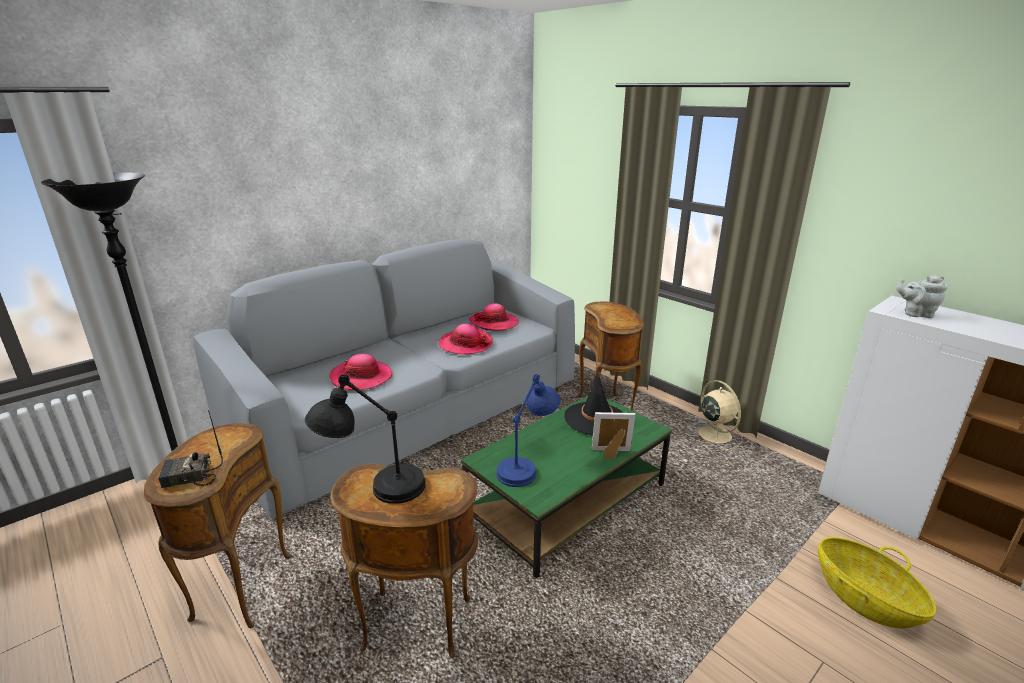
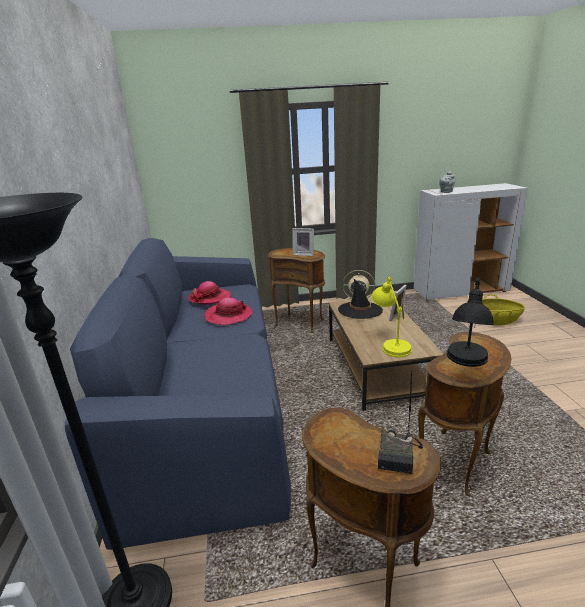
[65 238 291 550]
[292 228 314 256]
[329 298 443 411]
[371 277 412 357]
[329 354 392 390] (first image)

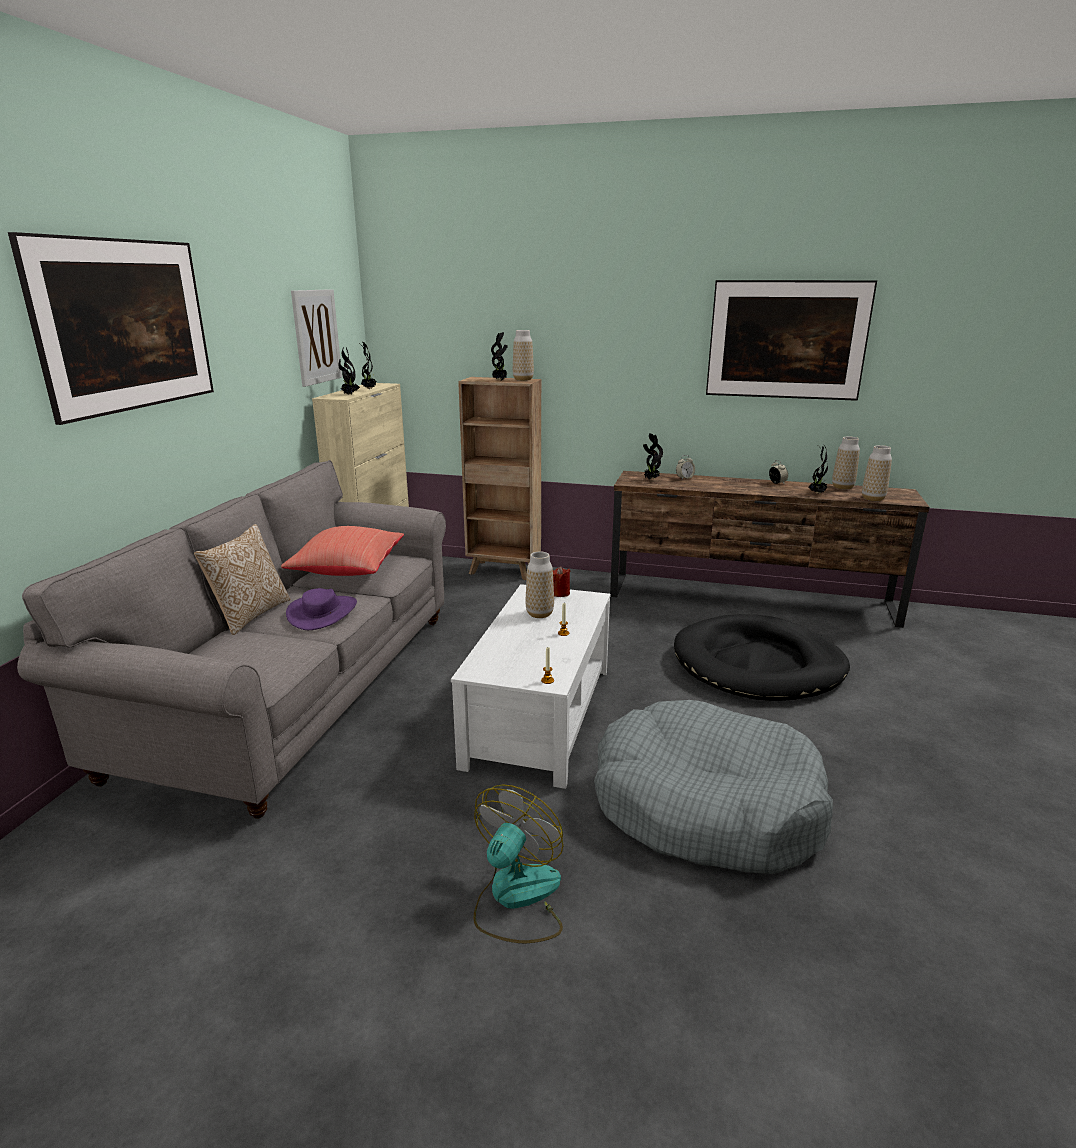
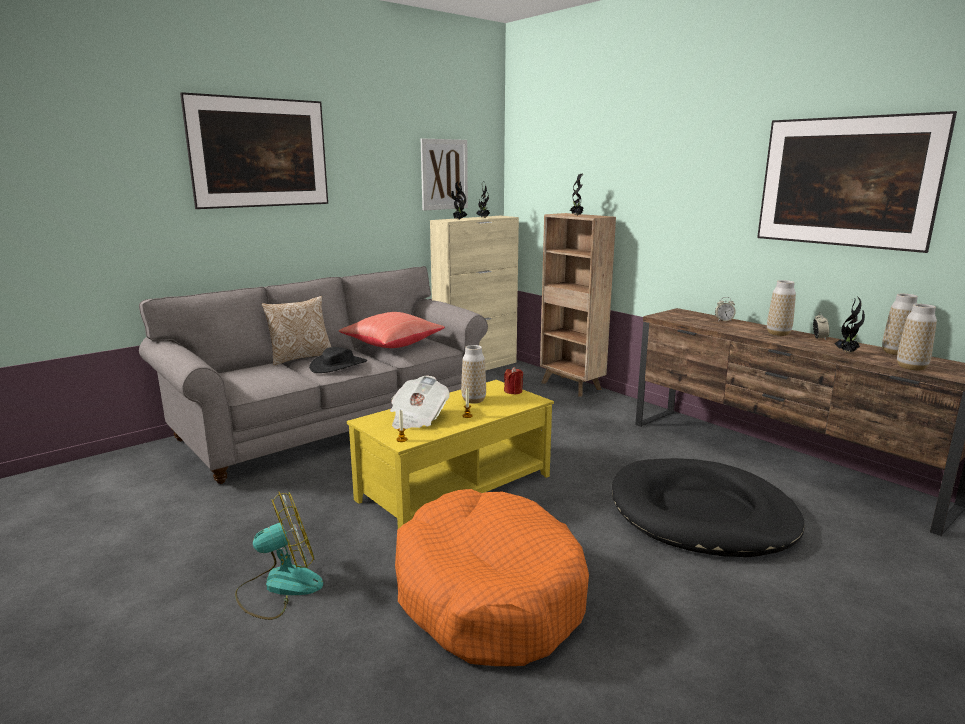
[309 347 367 373]
[347 380 554 529]
[390 376 450 429]
[395 489 589 666]
[767 280 796 336]
[643 433 663 480] (first image)

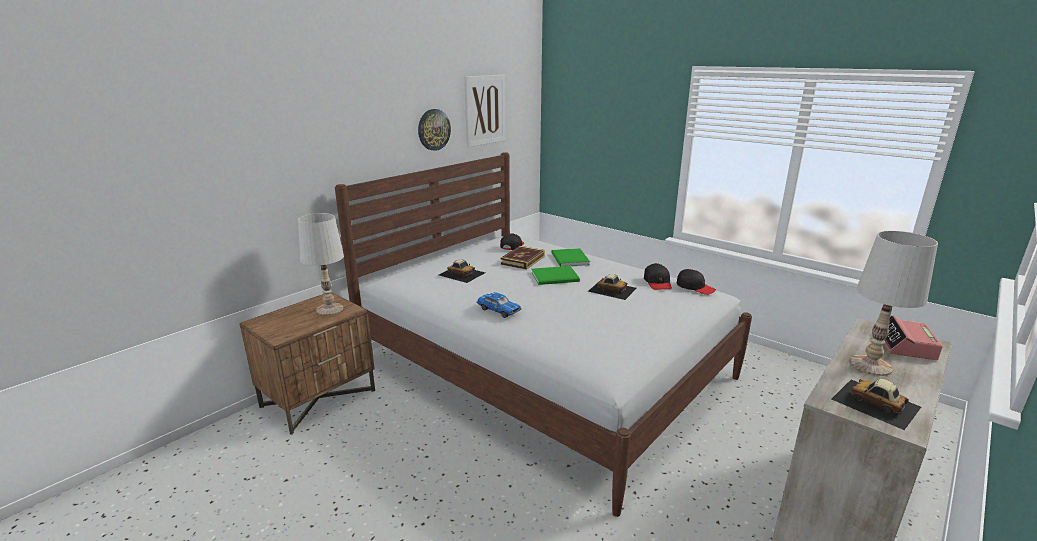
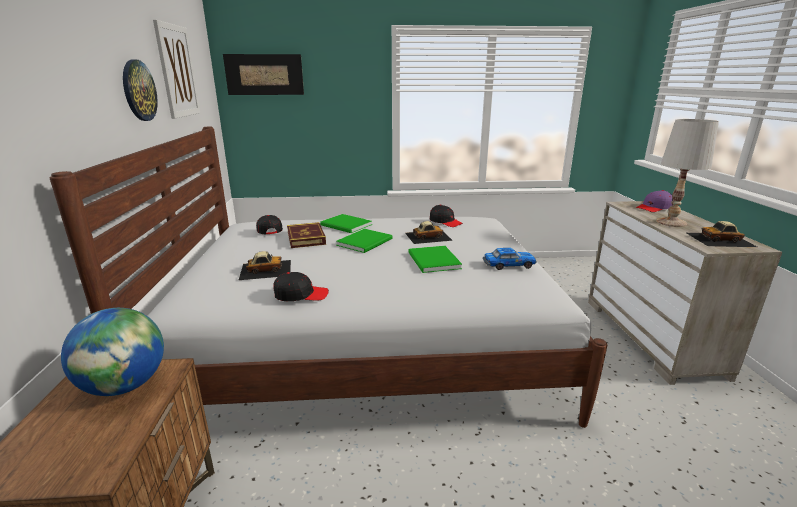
[61 308 164 396]
[223 54 304 95]
[273 272 329 301]
[408 246 462 273]
[483 248 537 270]
[636 190 673 212]

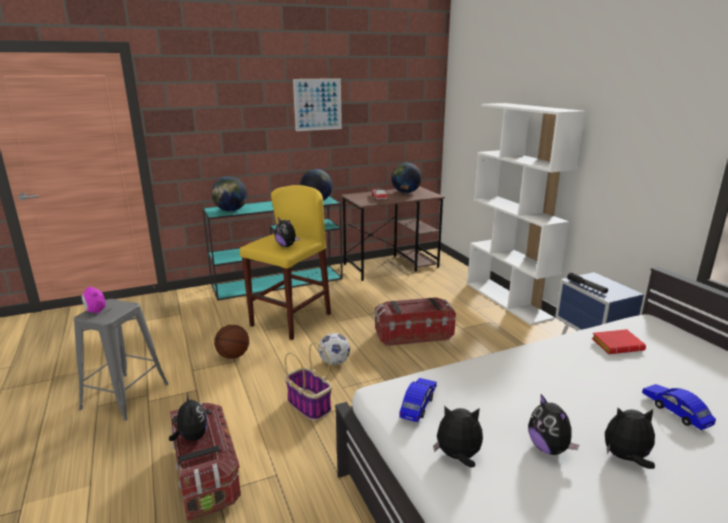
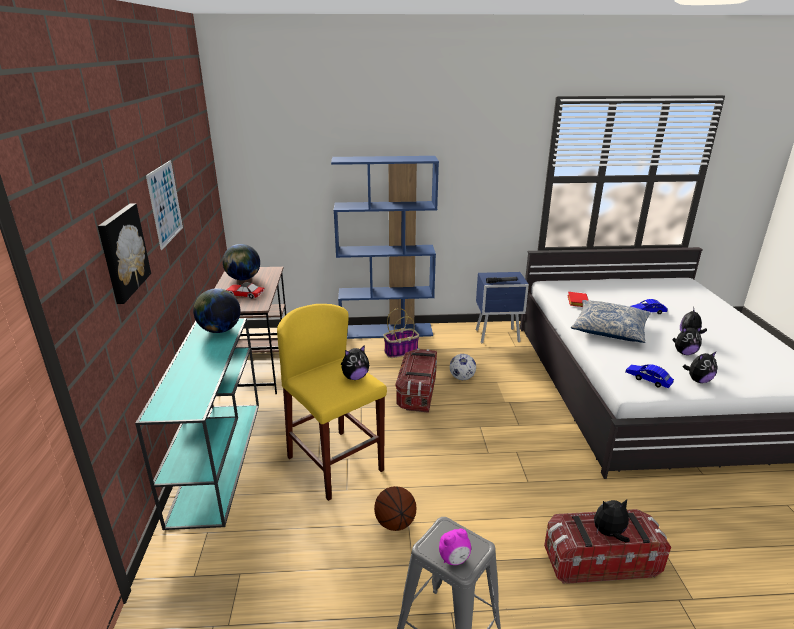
[98 204 151 304]
[331 156 439 339]
[383 308 419 358]
[450 354 476 380]
[571 300 651 343]
[683 351 717 383]
[212 177 248 211] (first image)

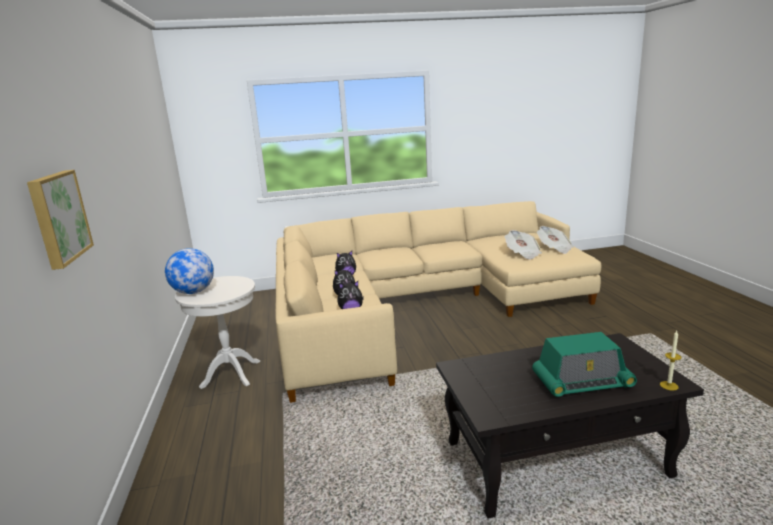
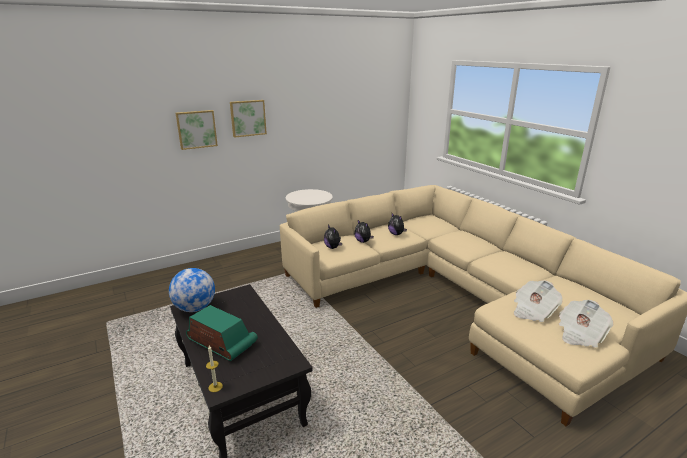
[169 268 215 312]
[186 305 258 361]
[230 100 267 138]

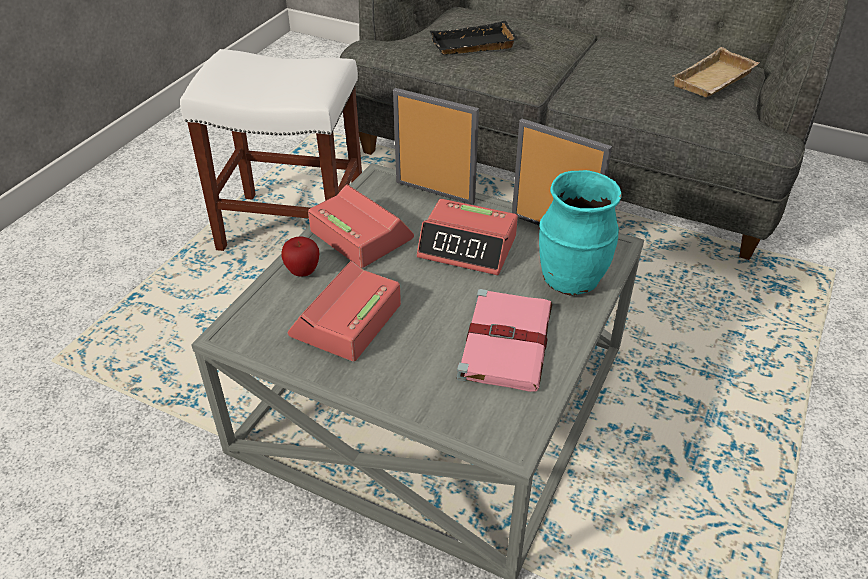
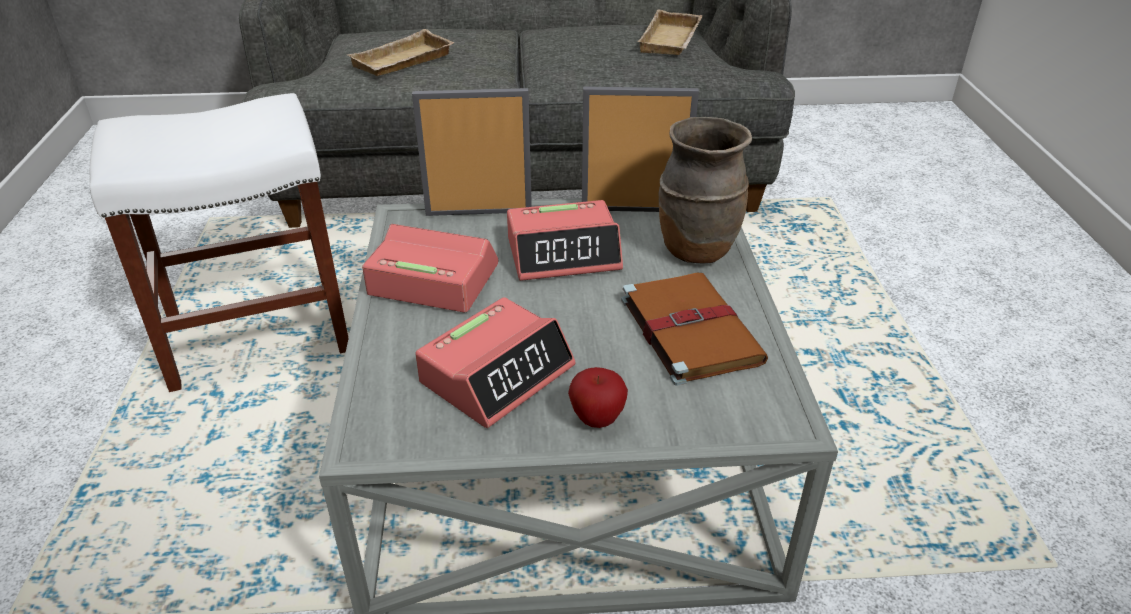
[348 29 455 76]
[415 297 576 428]
[568 367 628 428]
[621 273 768 386]
[659 117 752 264]

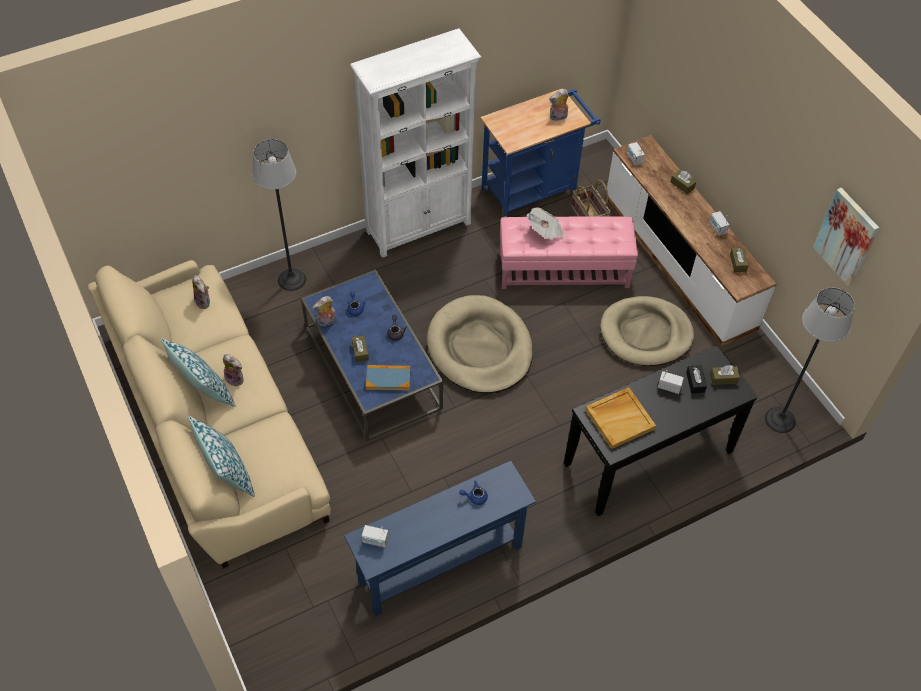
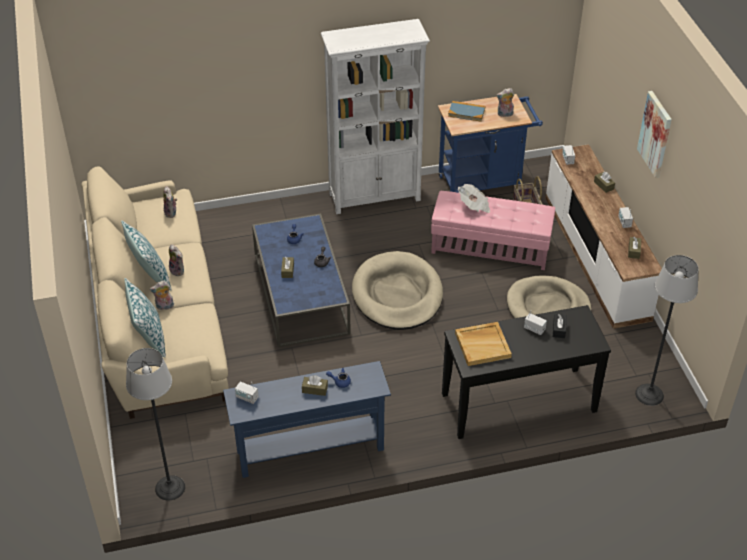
[126 348 185 501]
[150 281 174 310]
[302 375 328 396]
[448 101 485 122]
[637 91 672 178]

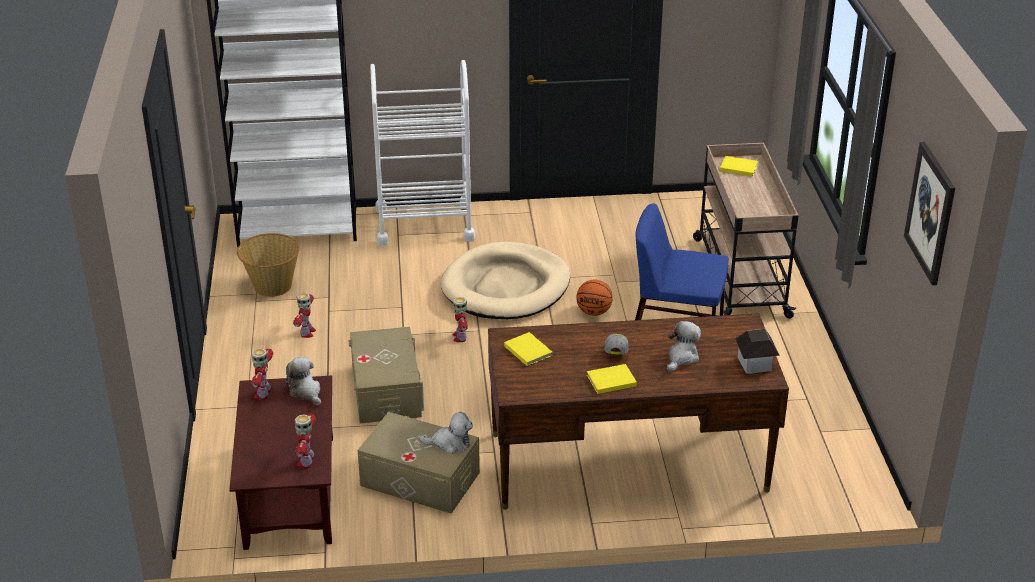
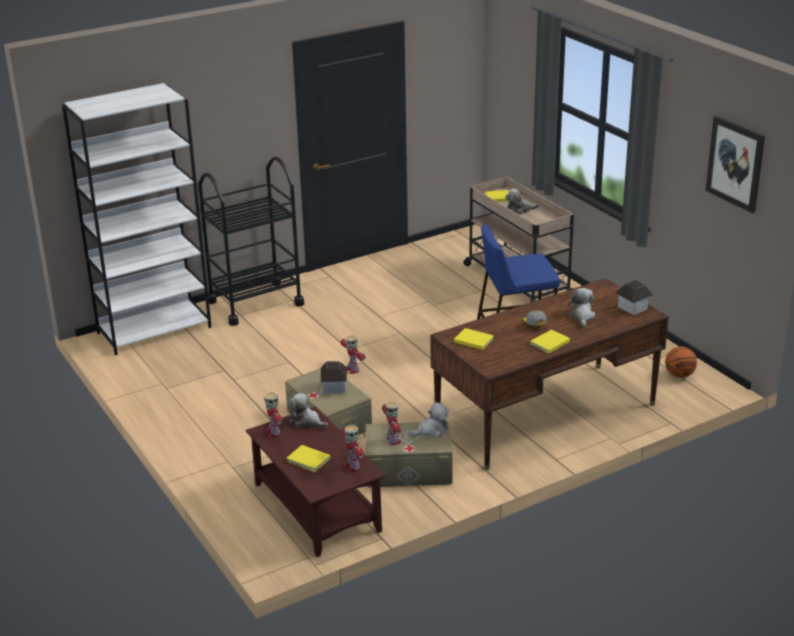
[198 157 304 326]
[287 445 330 472]
[321 361 347 394]
[382 402 401 445]
[505 189 539 214]
[665 347 697 378]
[237 233 300 297] (first image)
[441 242 570 319] (first image)

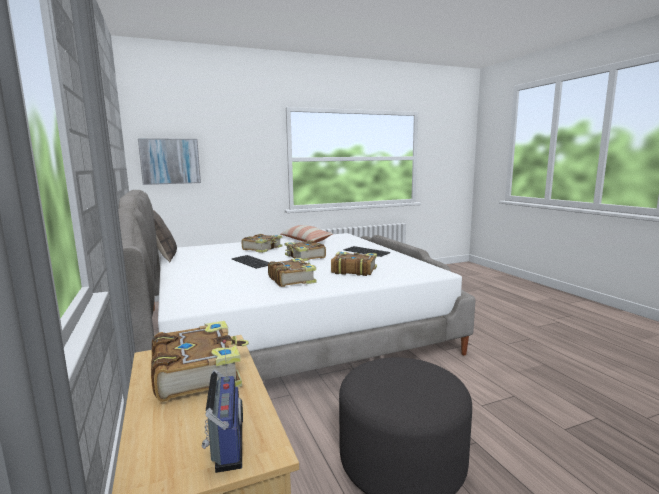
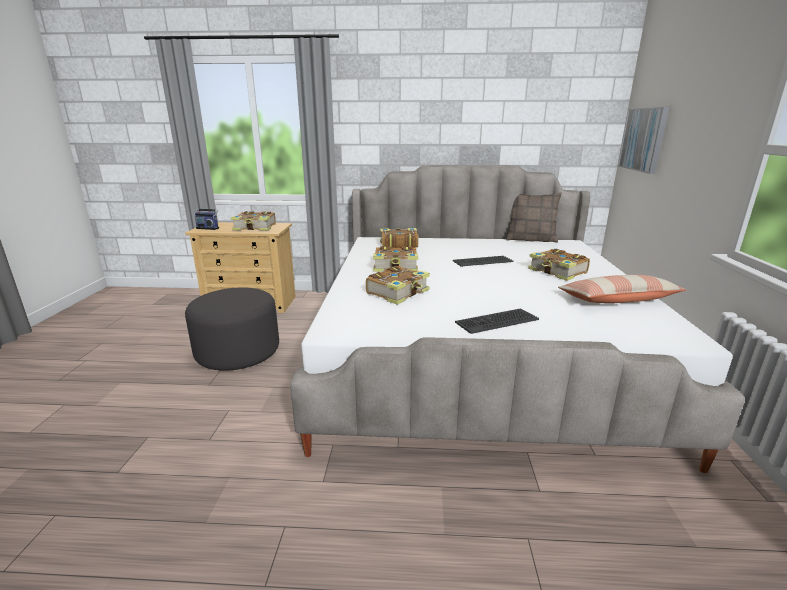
[380 228 418 248]

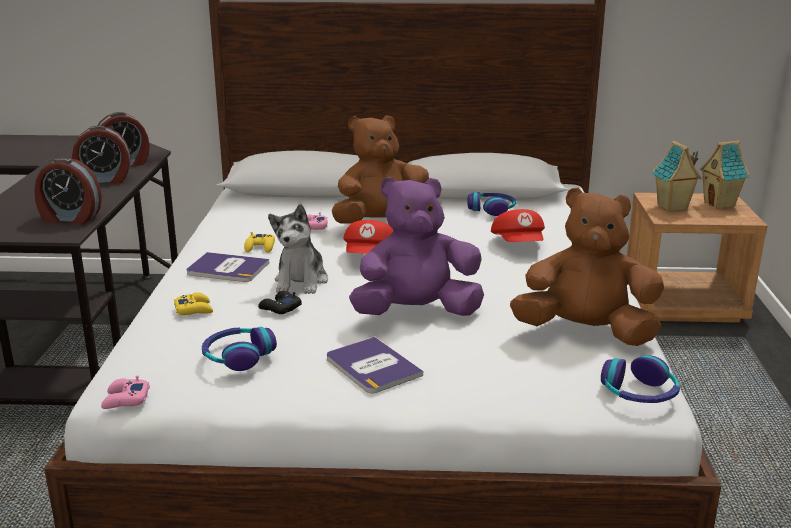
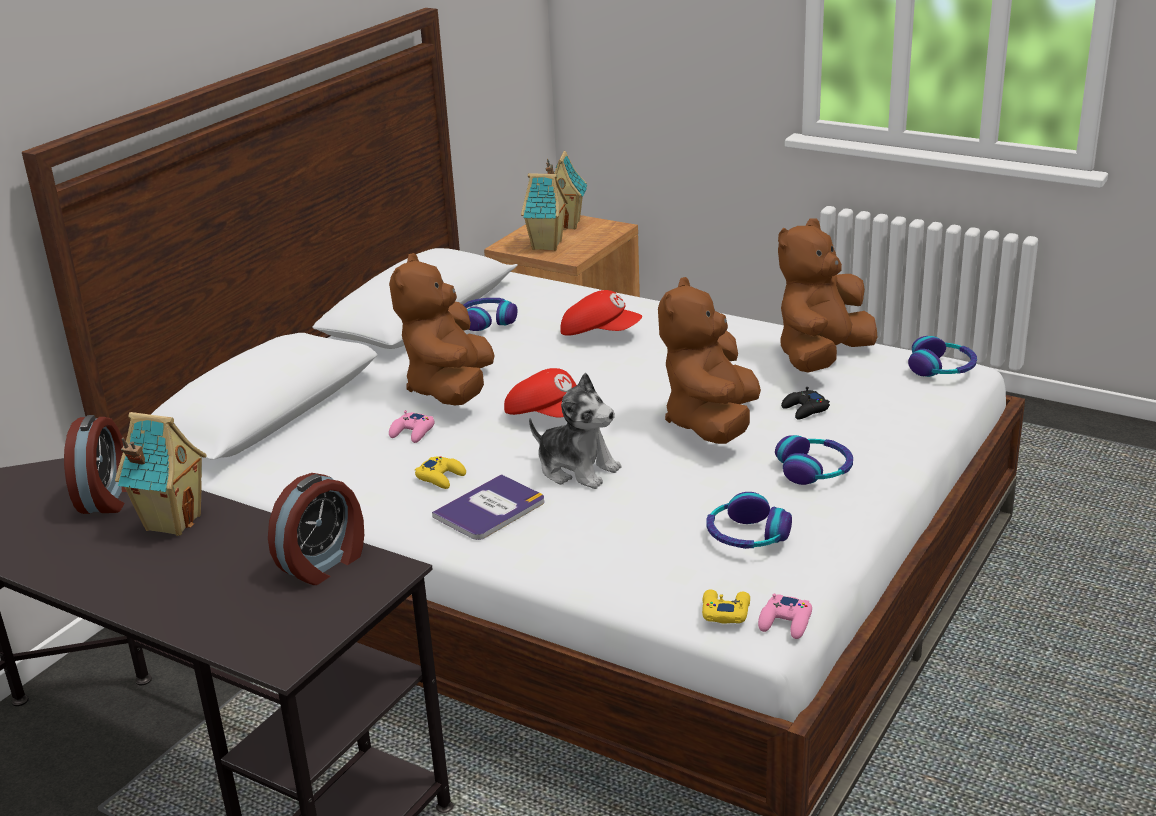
[115 412 207 536]
[658 277 761 444]
[702 590 750 624]
[775 435 853 485]
[781 387 830 420]

